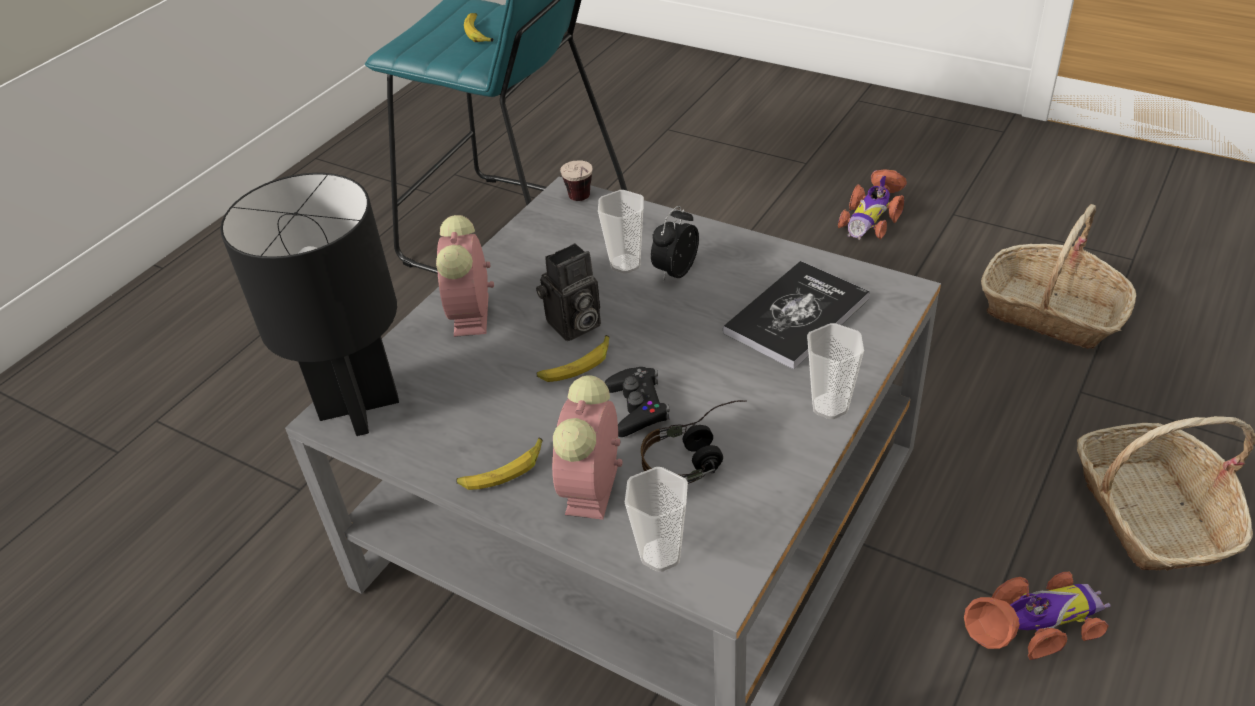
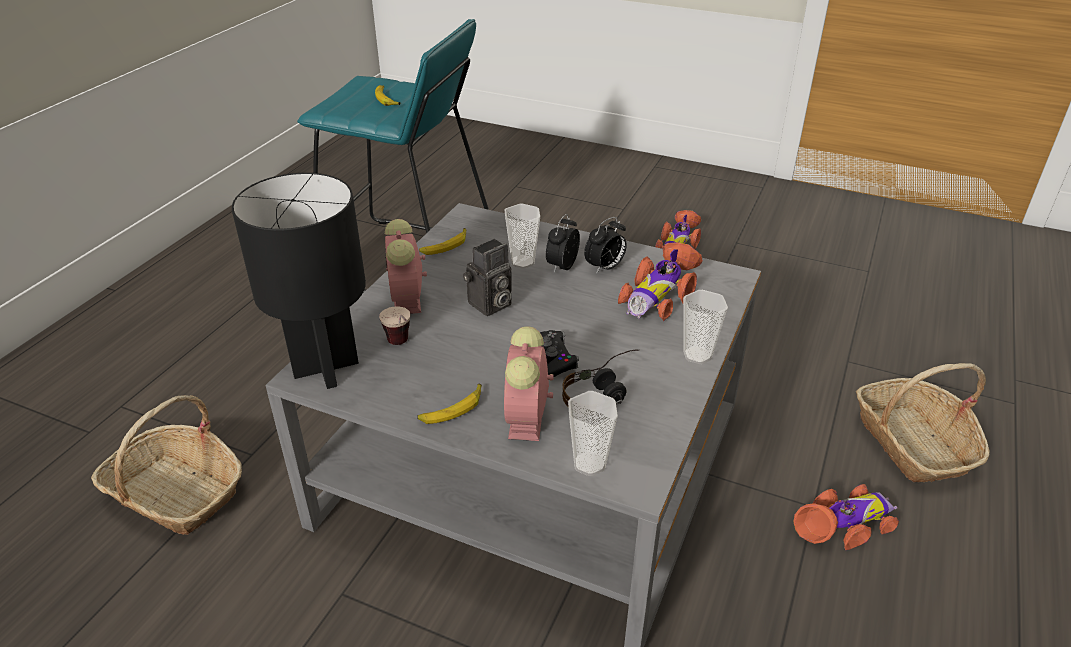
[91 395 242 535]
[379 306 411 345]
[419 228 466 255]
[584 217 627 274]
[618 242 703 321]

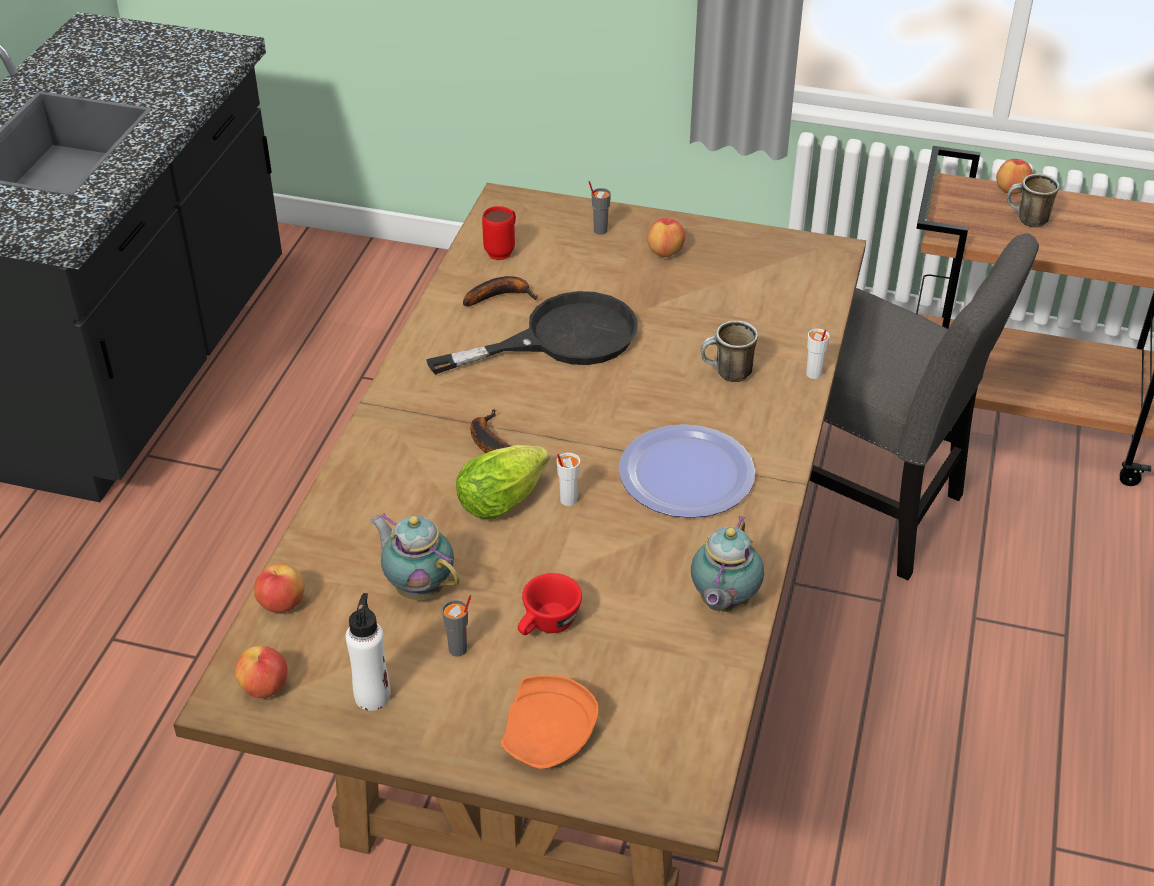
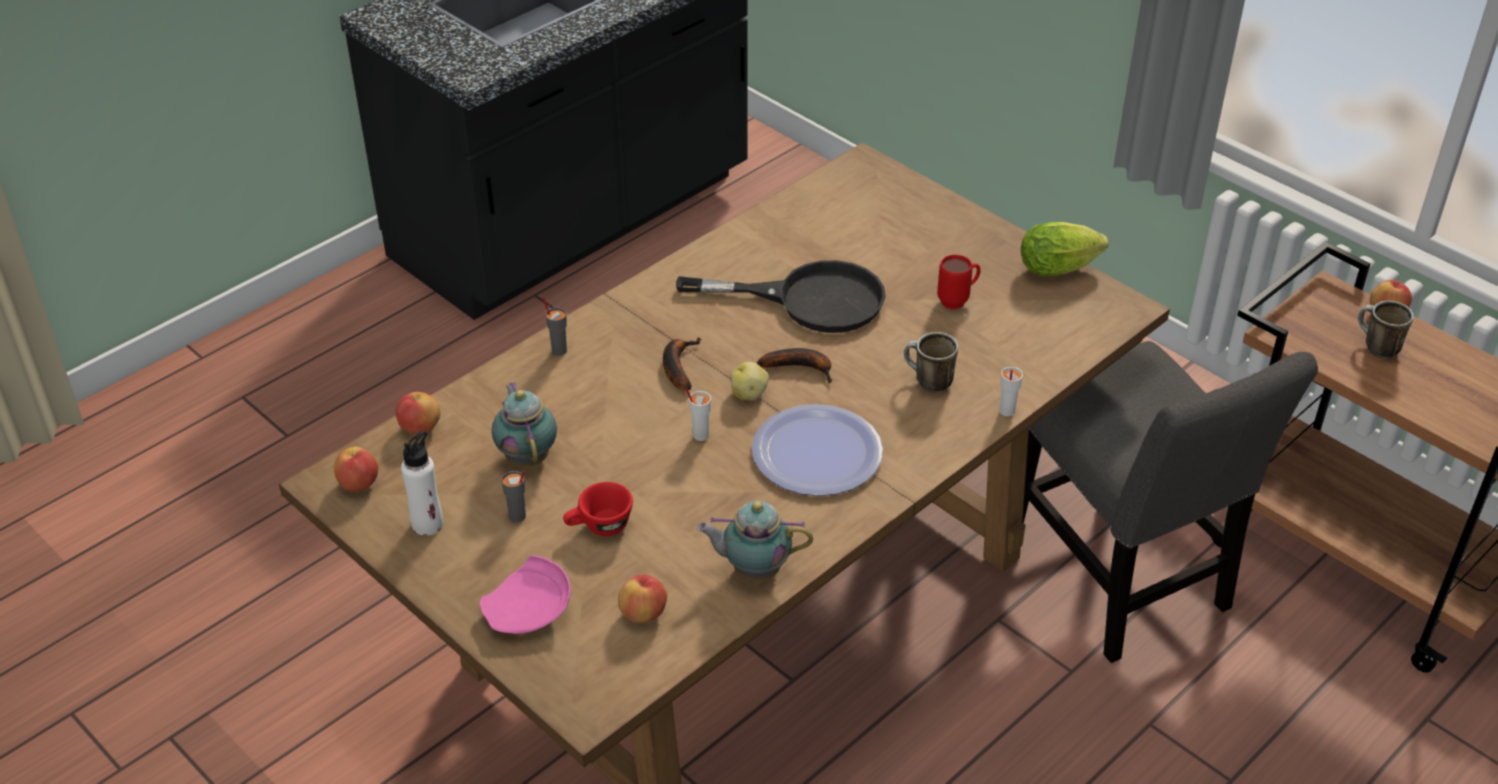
[480 555 571 634]
[543 298 567 356]
[618 575 667 623]
[697 501 813 581]
[730 362 769 401]
[757 348 832 384]
[937 255 981 309]
[1021 222 1108 276]

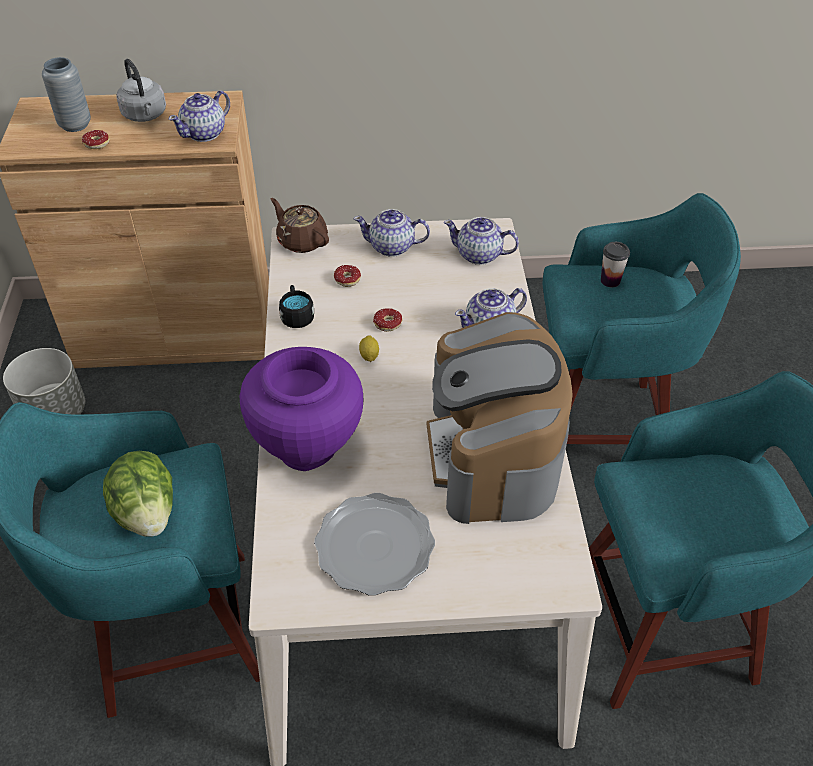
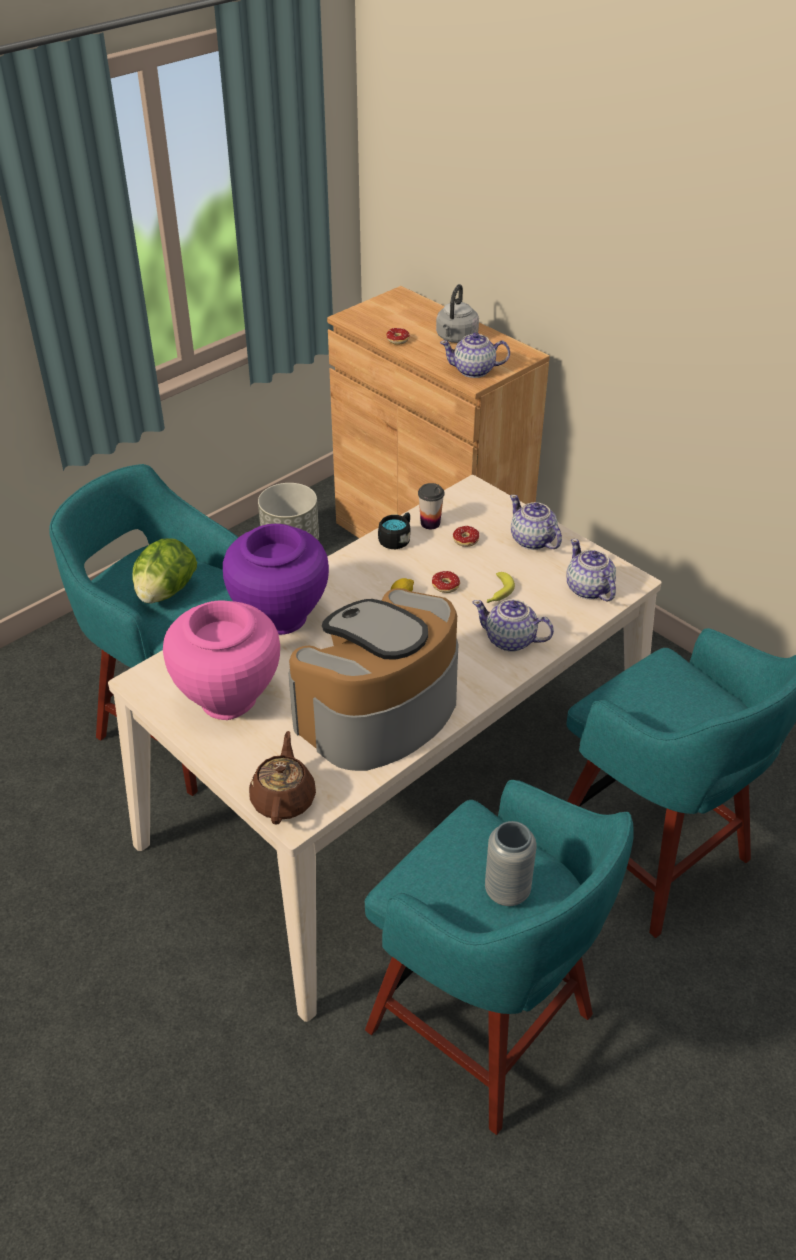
[163 601 280 720]
[249 731 316 825]
[418 483 444 529]
[485 821 537 906]
[487 572 515 603]

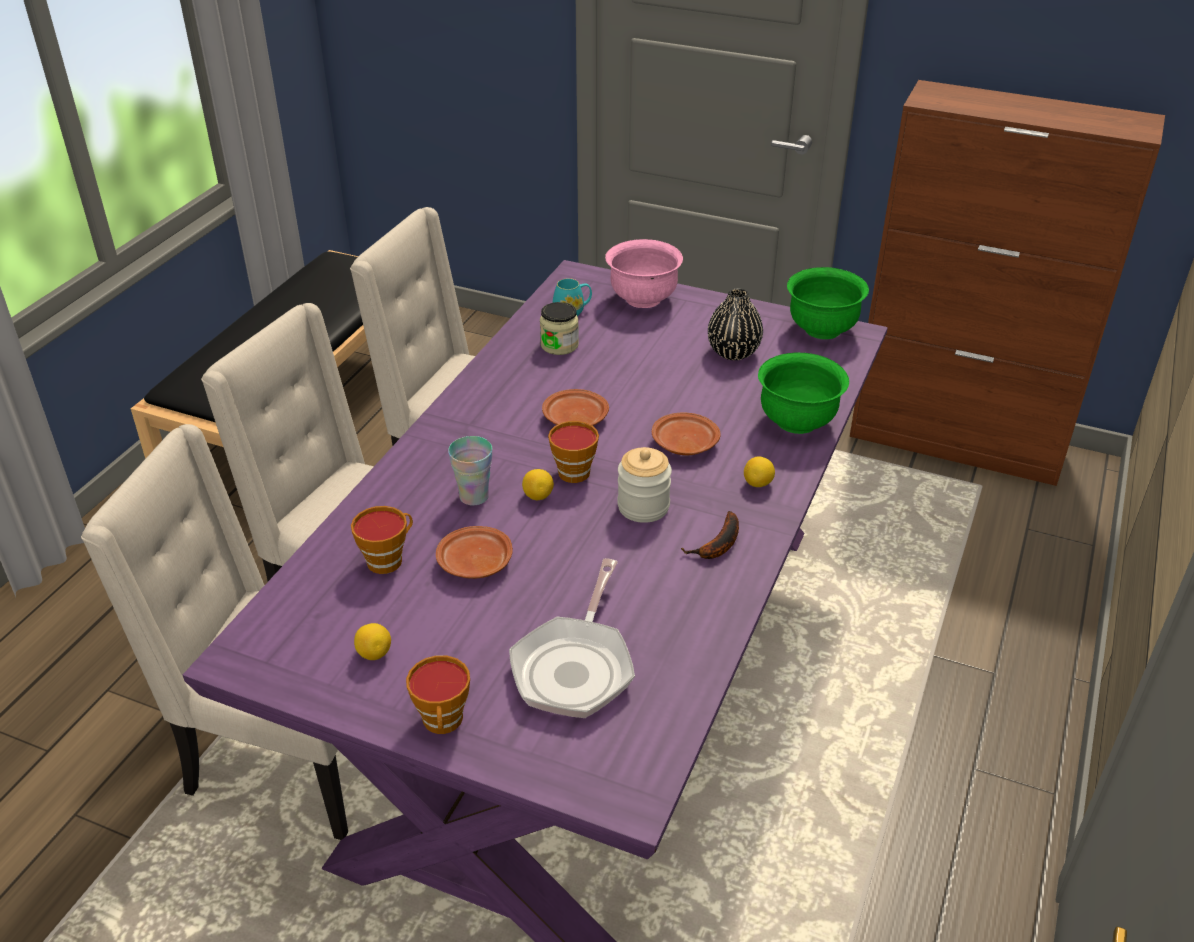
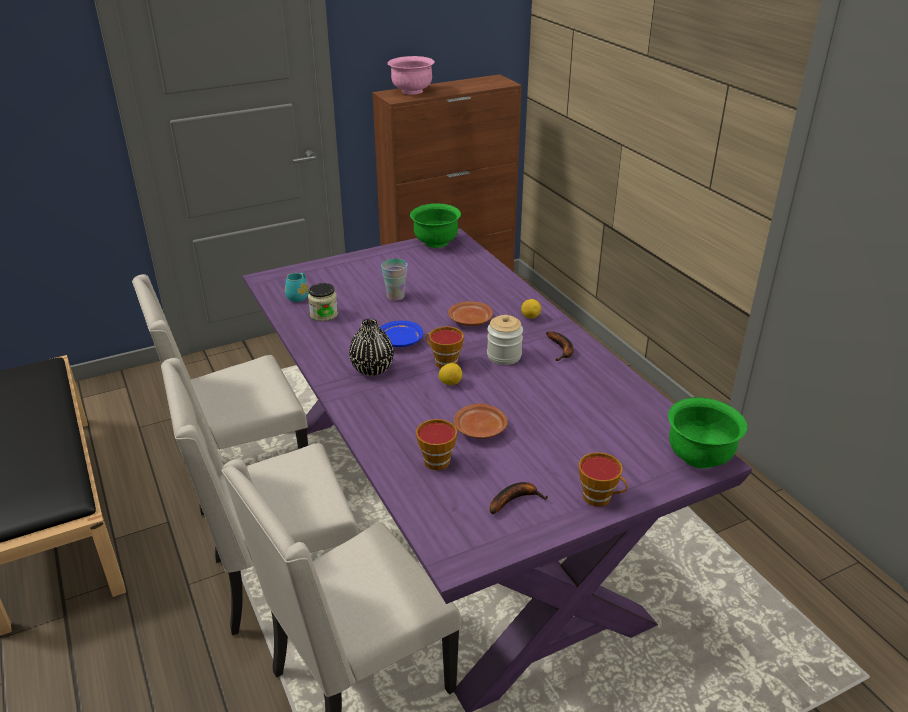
[349 319 394 376]
[380 321 423 347]
[381 259 407 301]
[387 56 435 95]
[489 482 548 515]
[668 397 747 469]
[509 558 635 718] (first image)

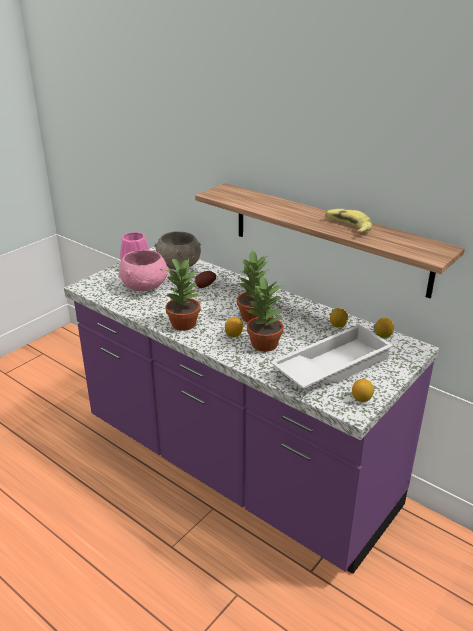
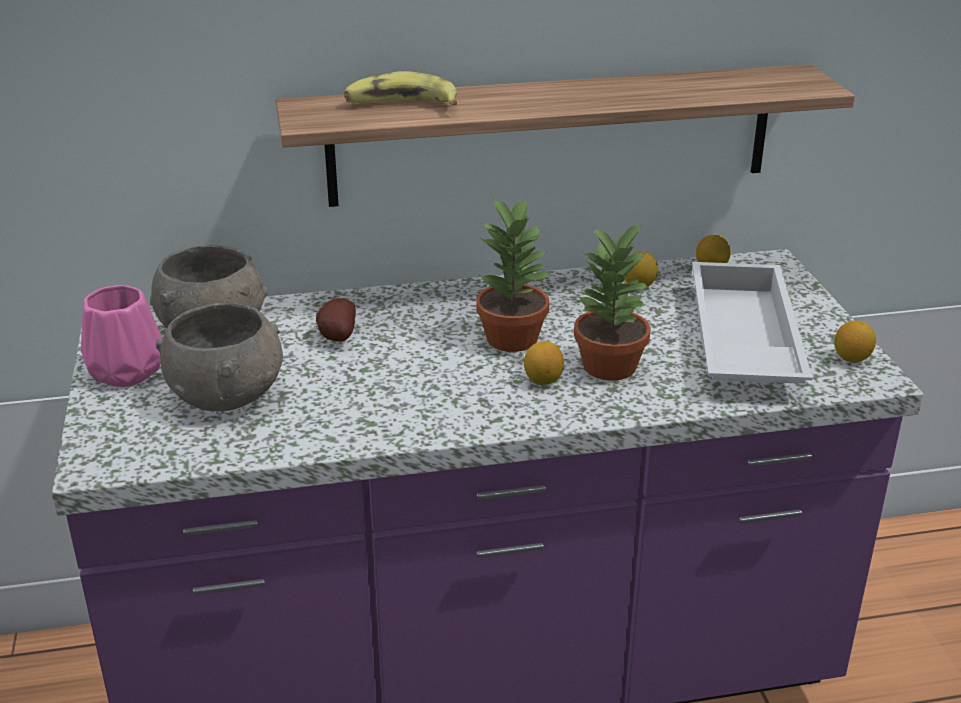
[156 303 283 411]
[344 71 457 105]
[164 258 201 331] (first image)

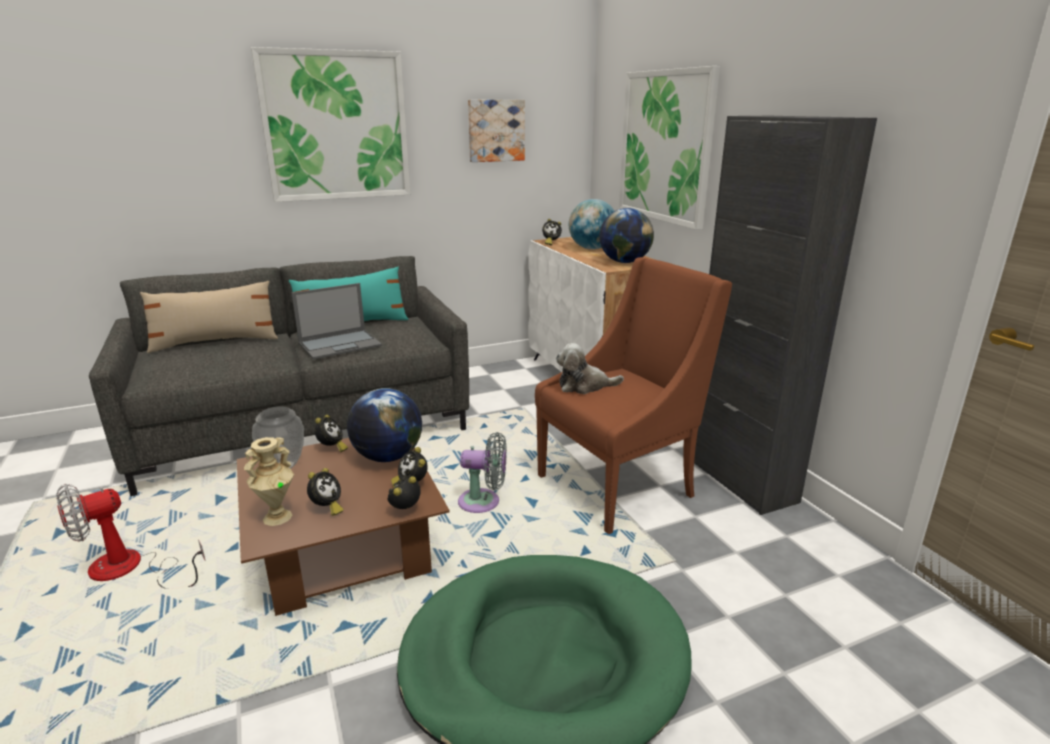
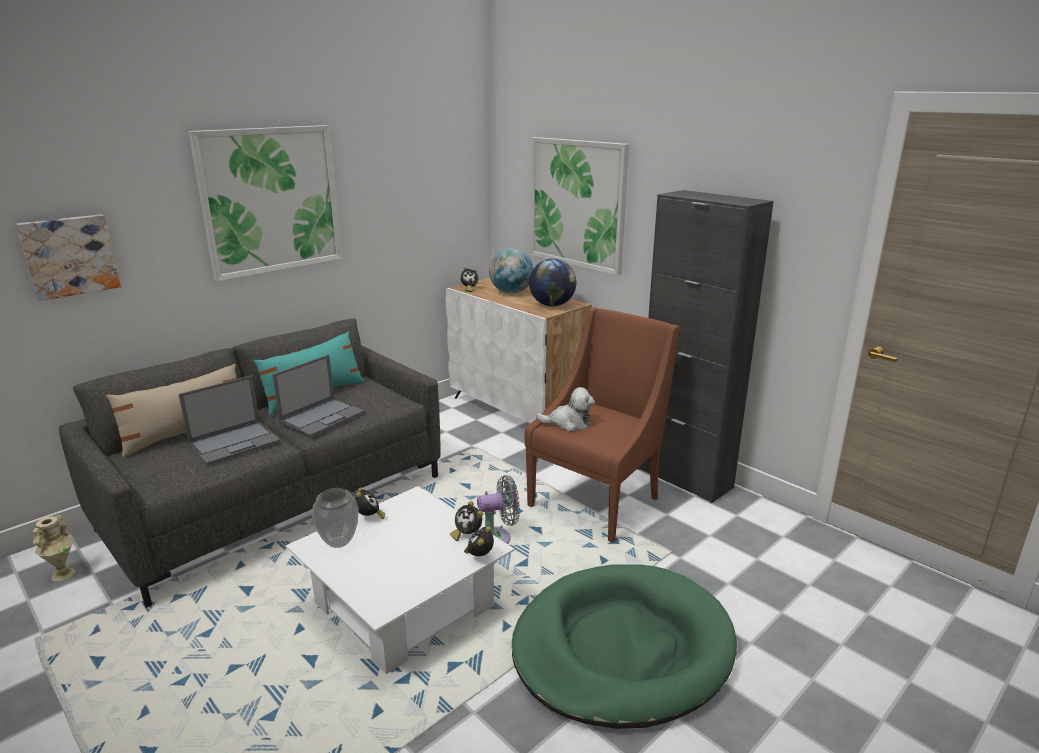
[16 214 121 301]
[33 515 75 581]
[179 375 280 465]
[286 486 514 674]
[536 387 595 431]
[56 484 206 589] (first image)
[307 468 344 516] (first image)
[347 388 422 462] (first image)

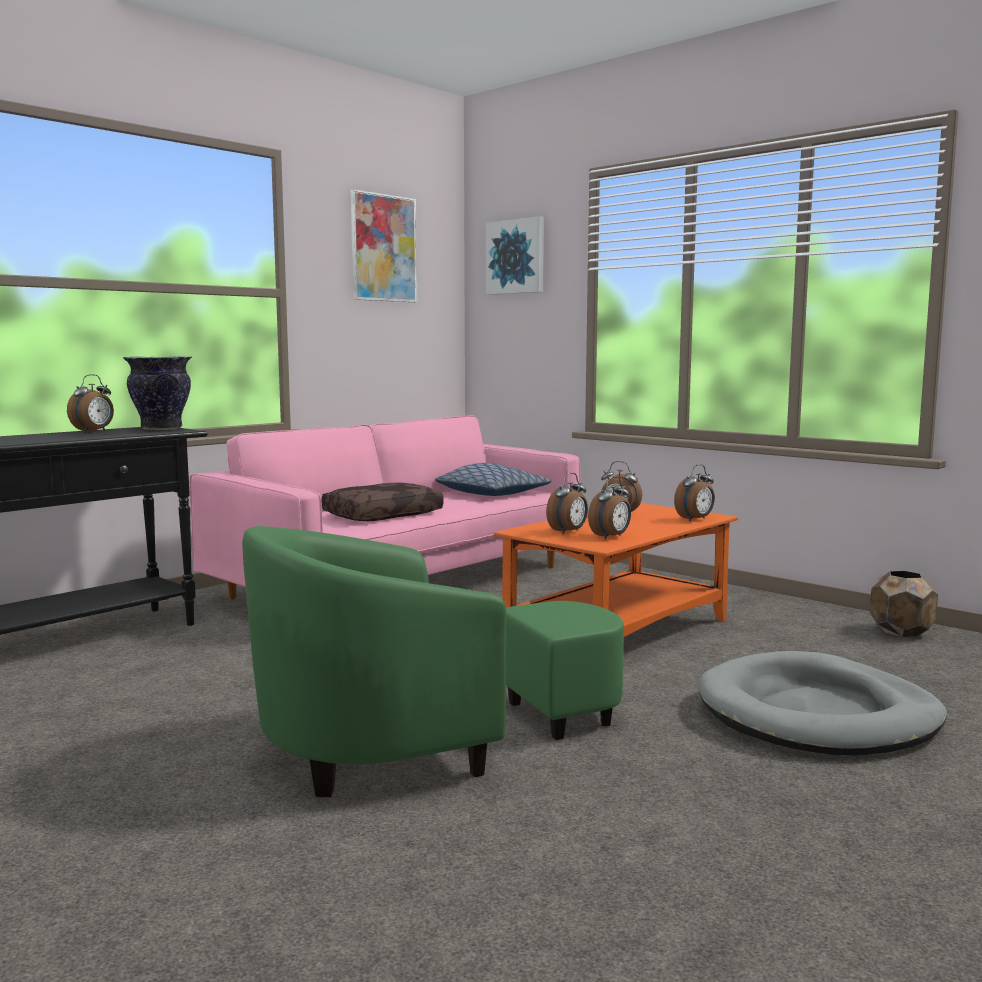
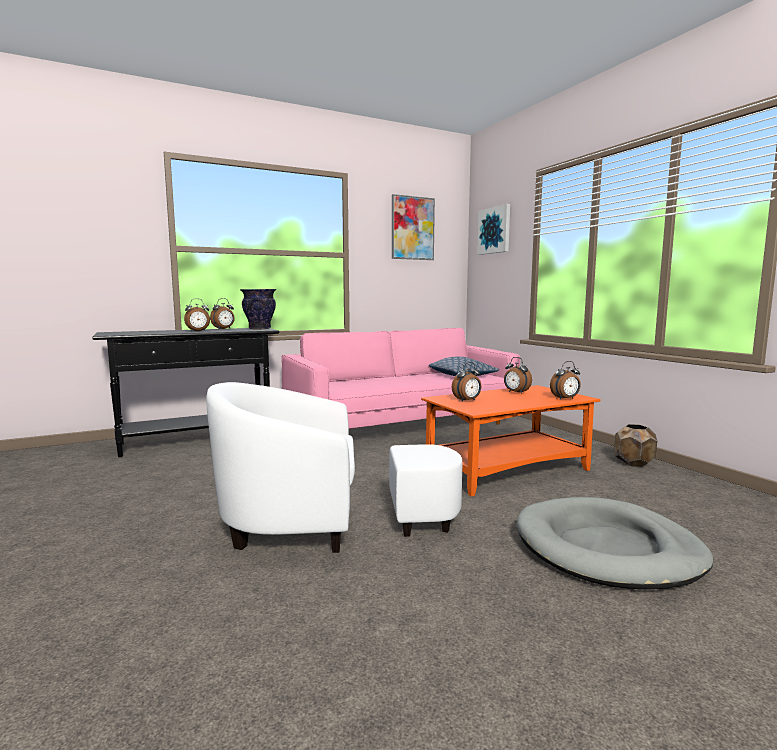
[184 298 210 332]
[206 382 462 553]
[614 424 657 467]
[321 483 444 521] (first image)

